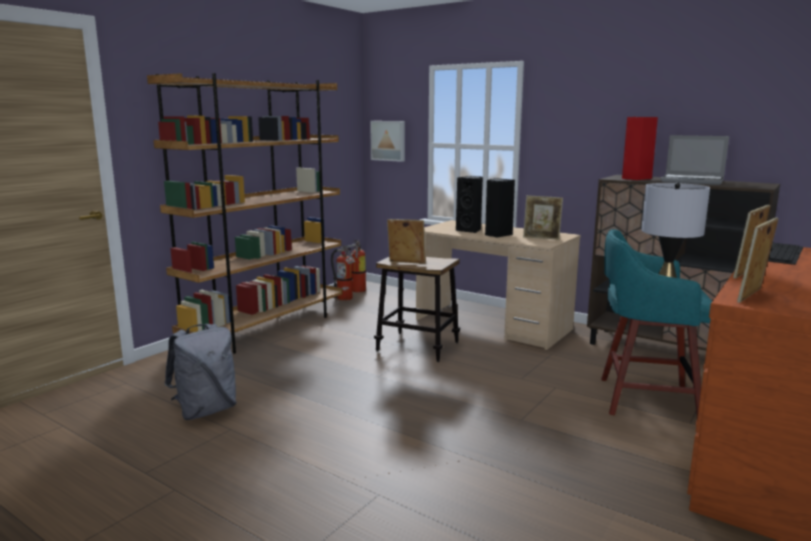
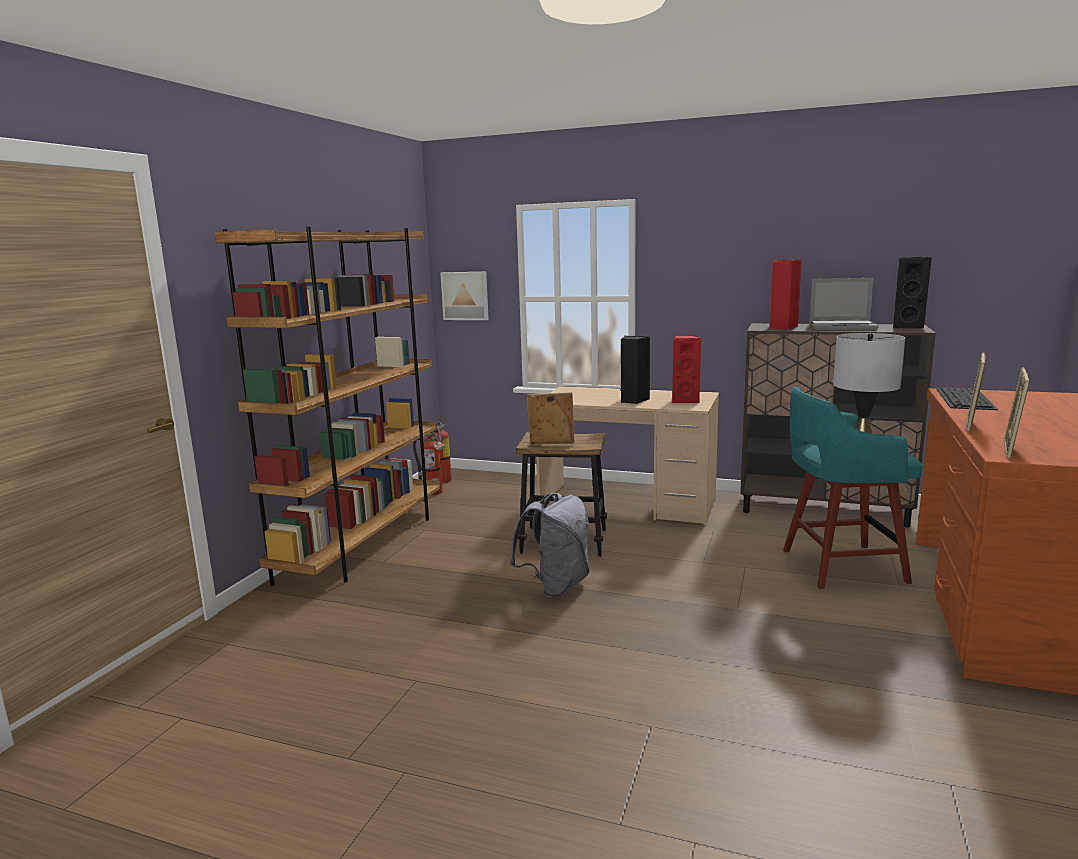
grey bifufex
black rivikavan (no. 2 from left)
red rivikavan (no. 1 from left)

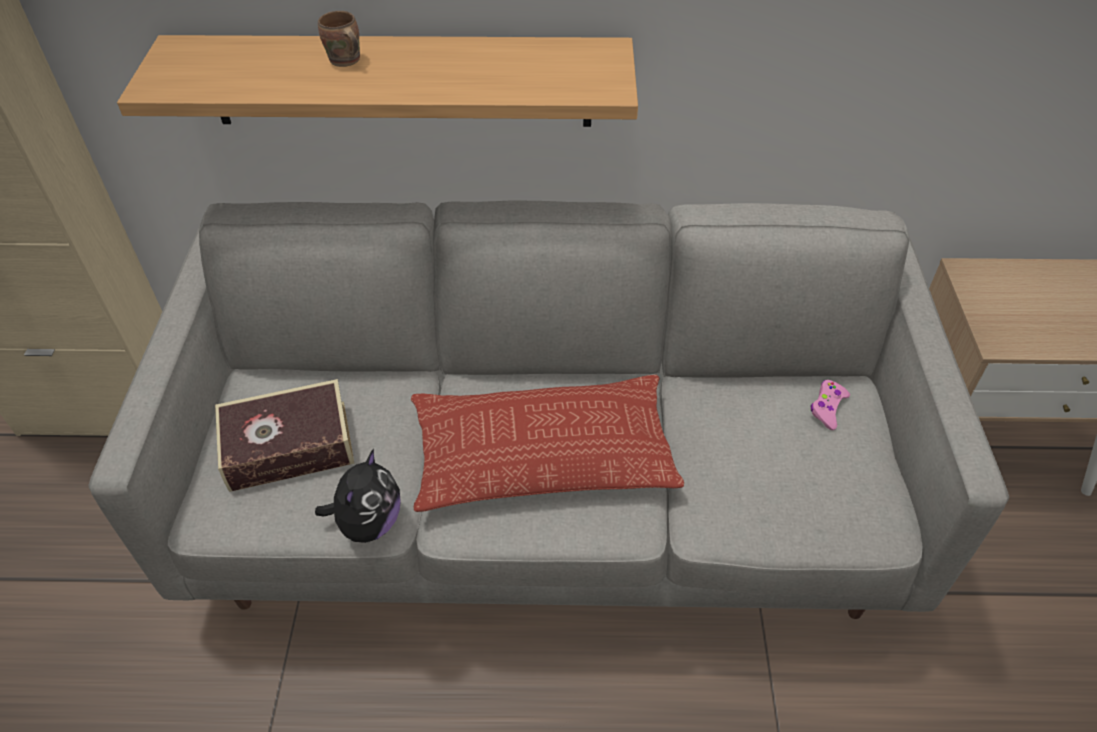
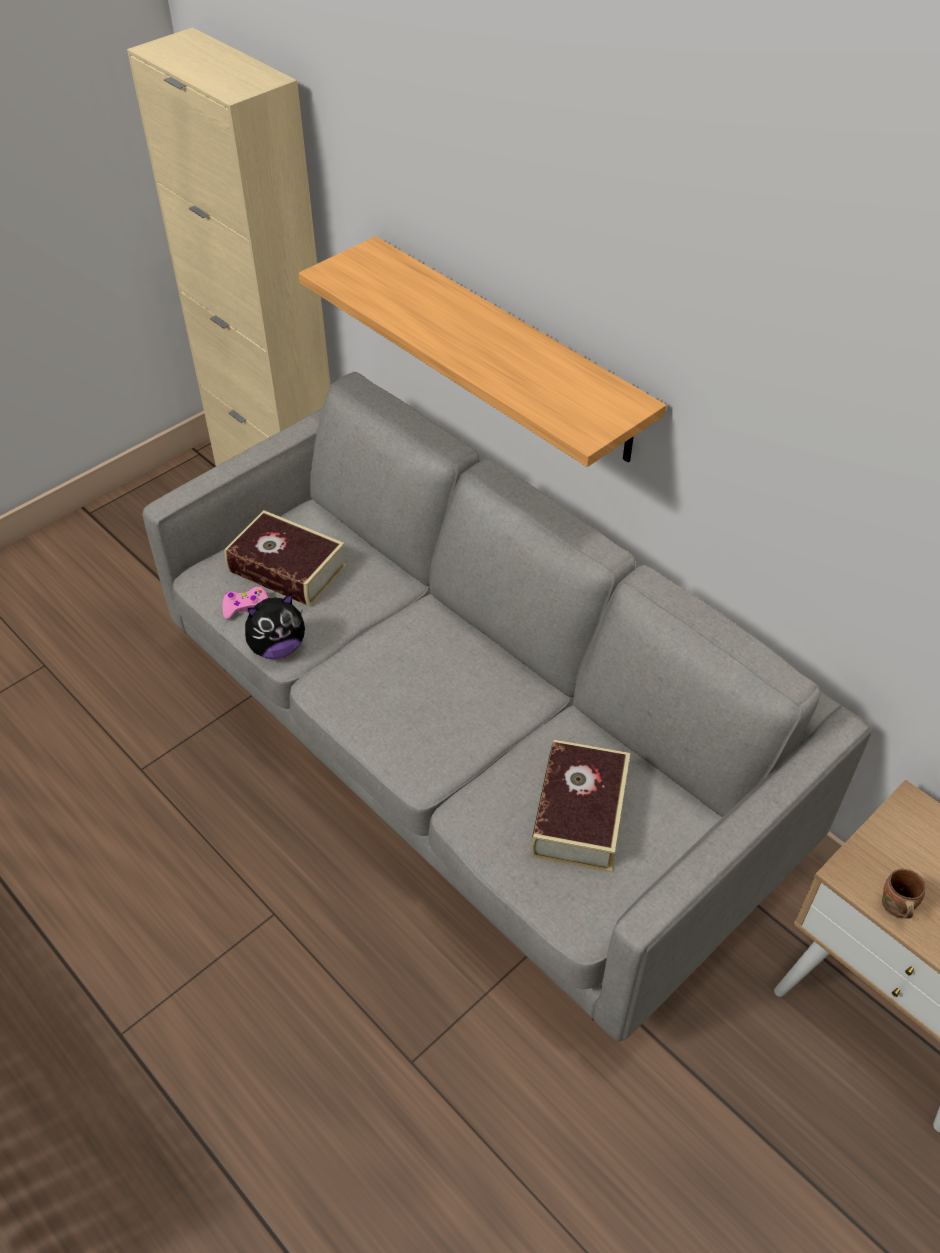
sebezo
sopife (no. 2 from left)
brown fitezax
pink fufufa

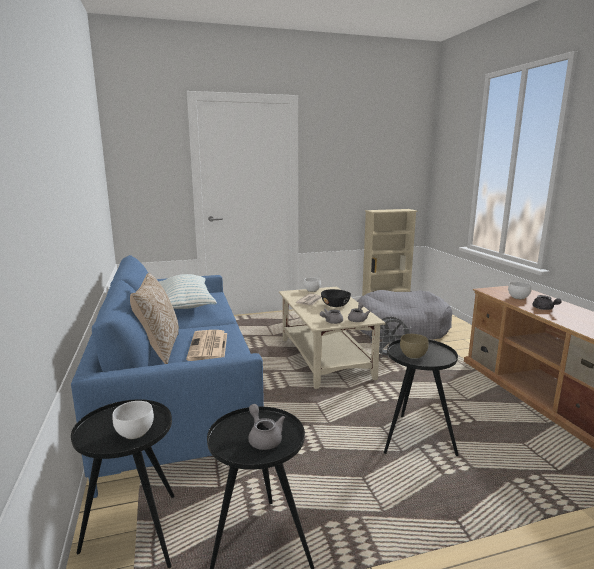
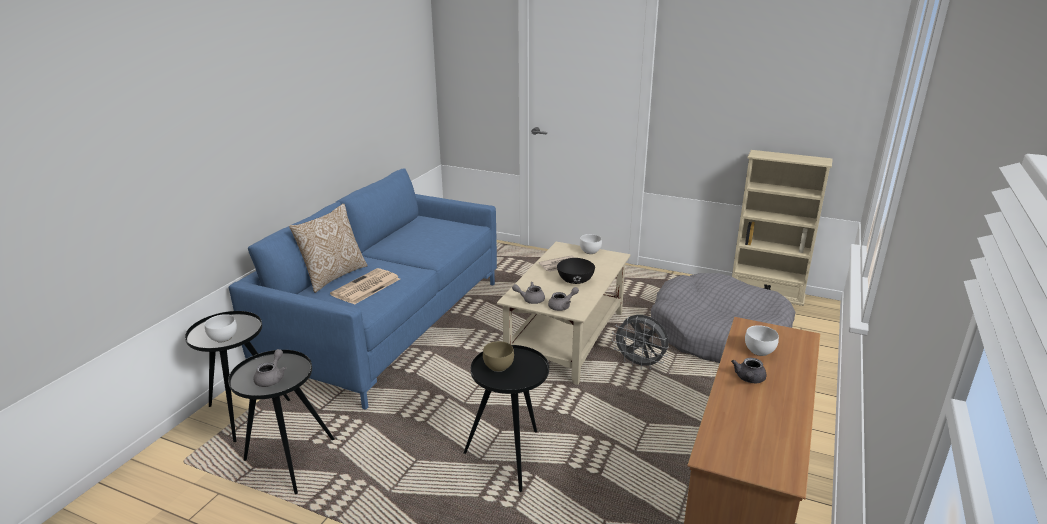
sebezo (no. 2 from left in the first image)

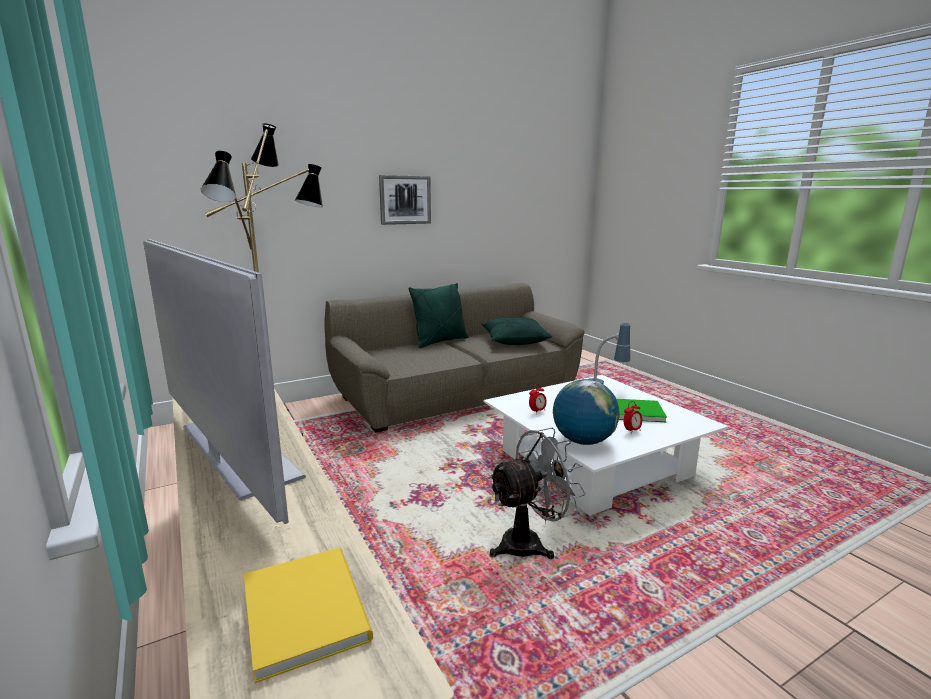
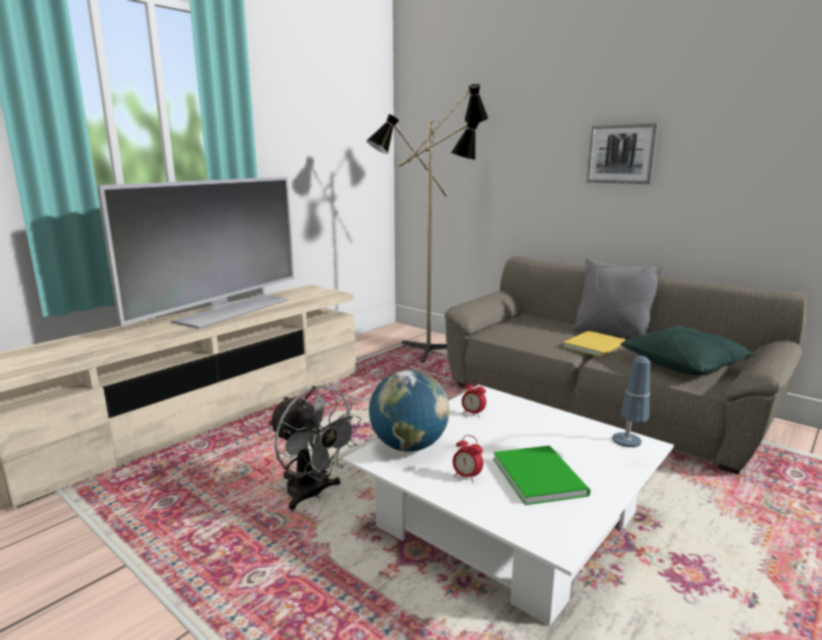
yellow sopife
grey sebezo

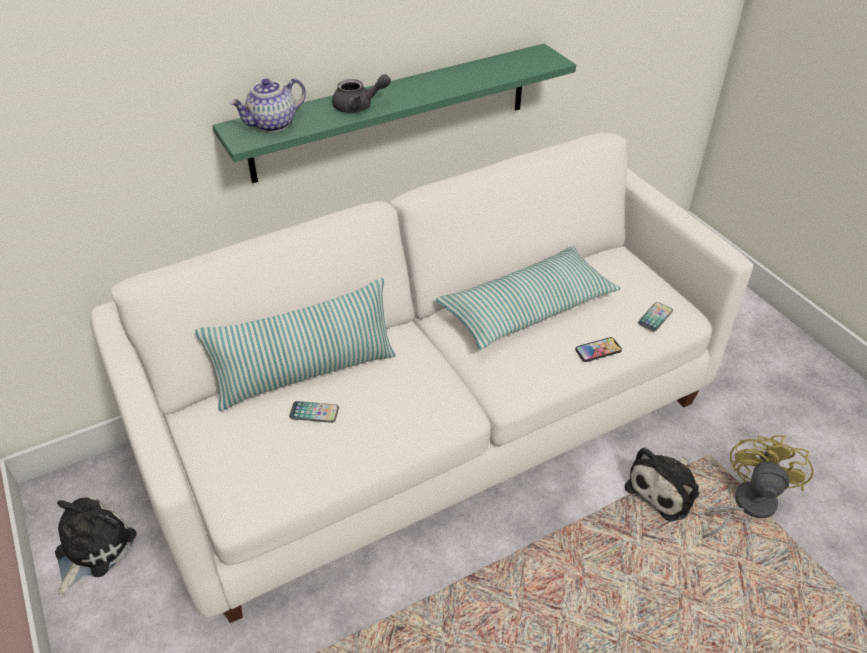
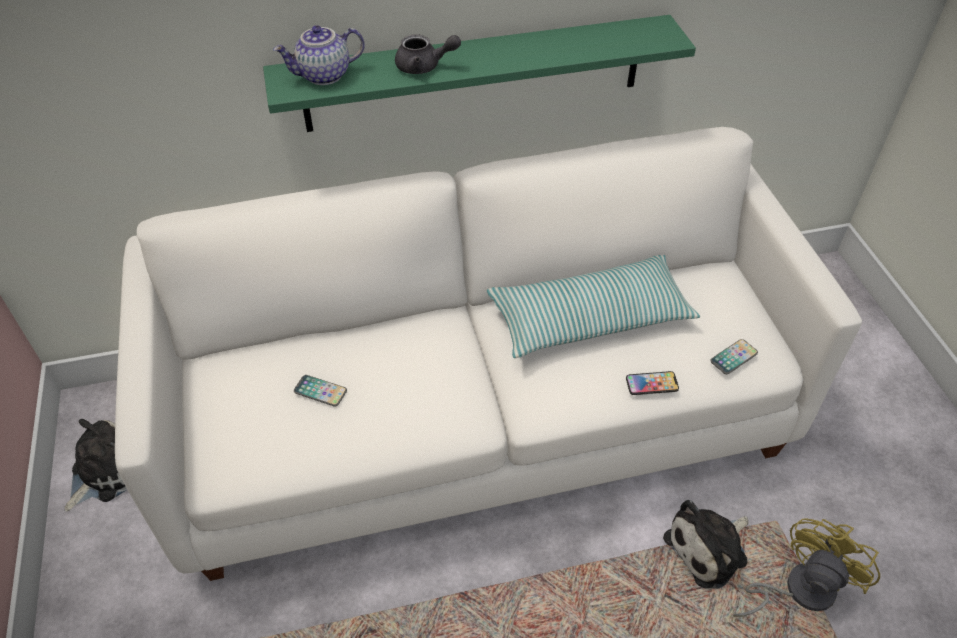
sebezo (no. 1 from left in the first image)

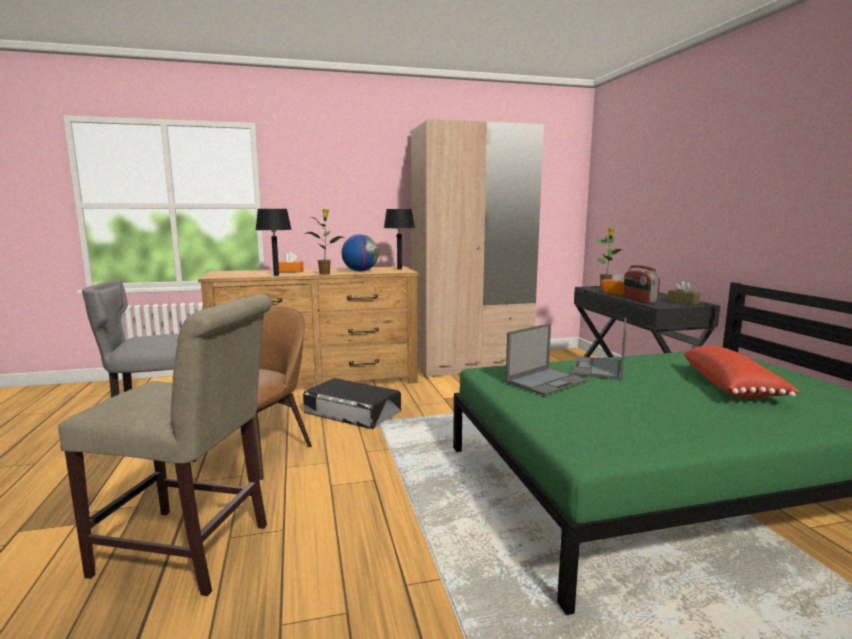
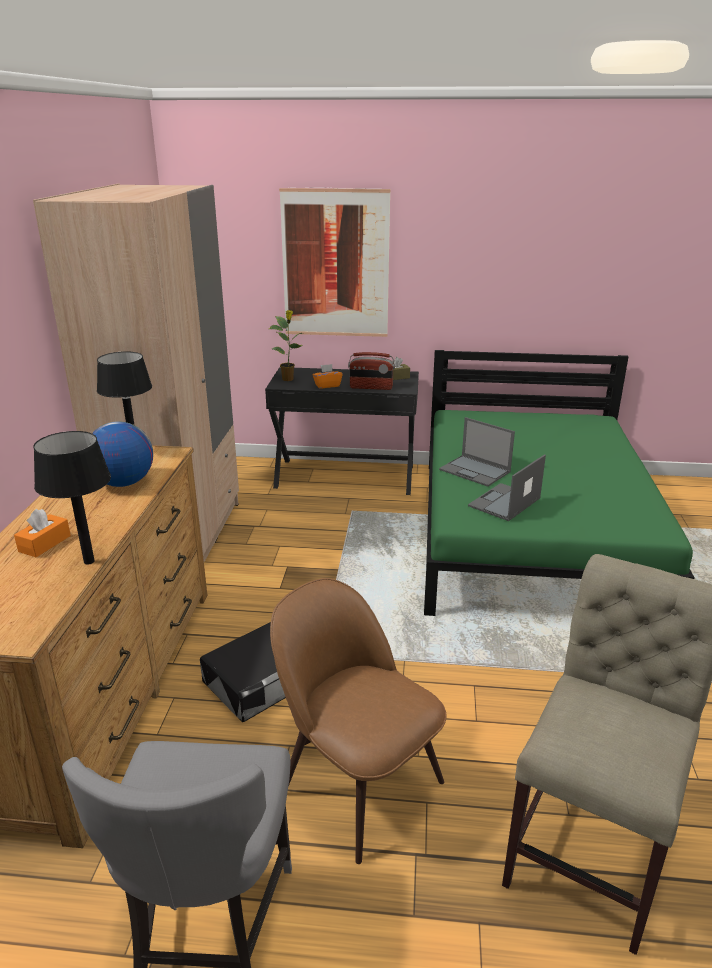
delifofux (no. 1 from left in the first image)
red sebezo
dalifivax
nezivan (no. 2 from left)

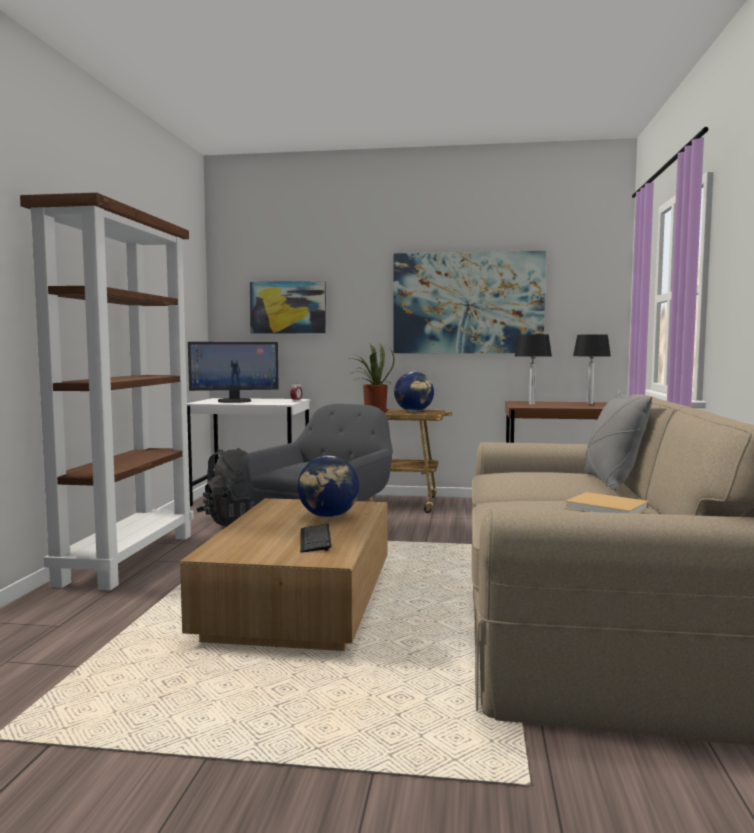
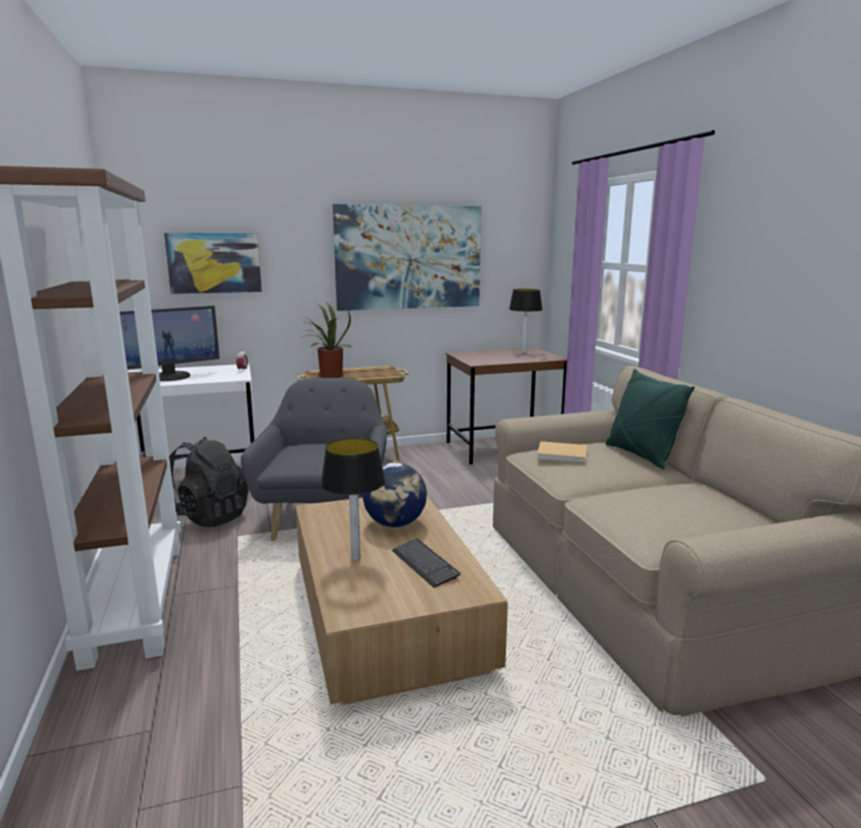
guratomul (no. 2 from left in the first image)
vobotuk (no. 1 from left)
beige sopife
green sebezo

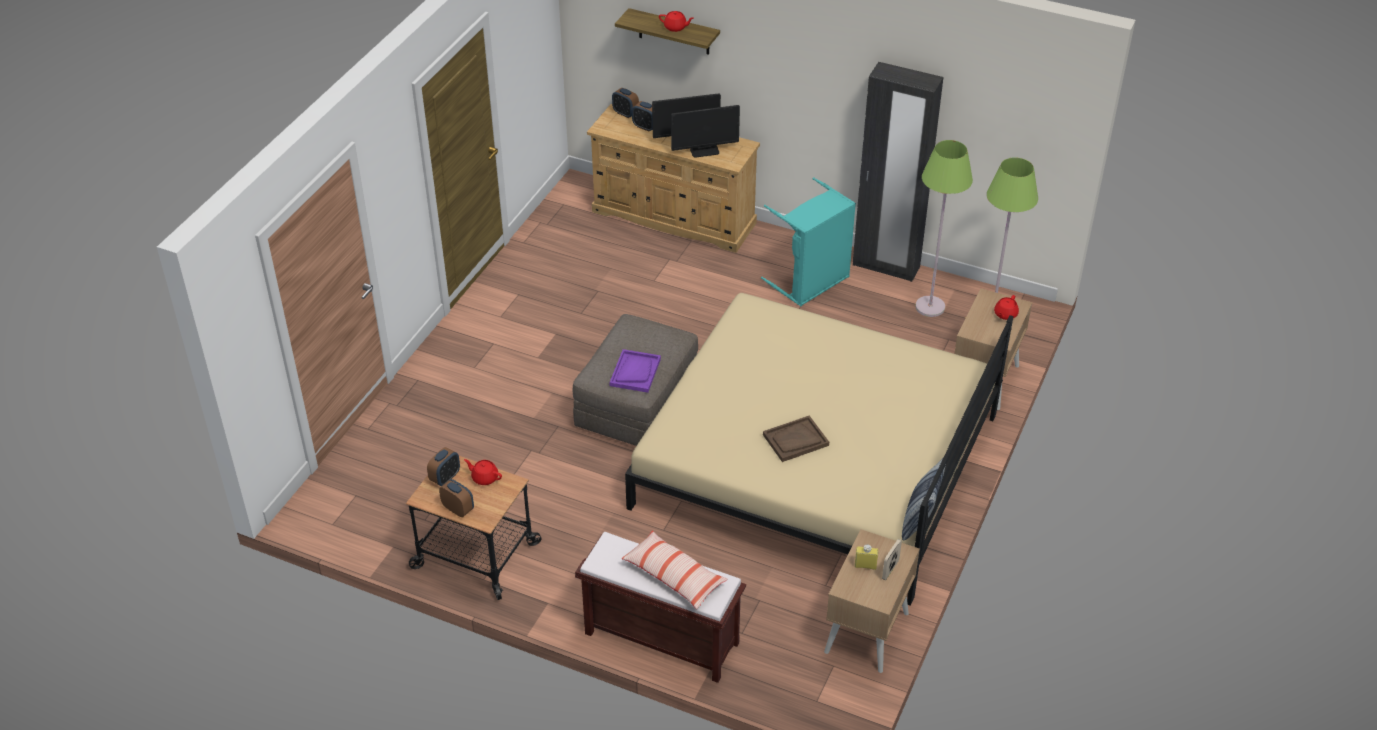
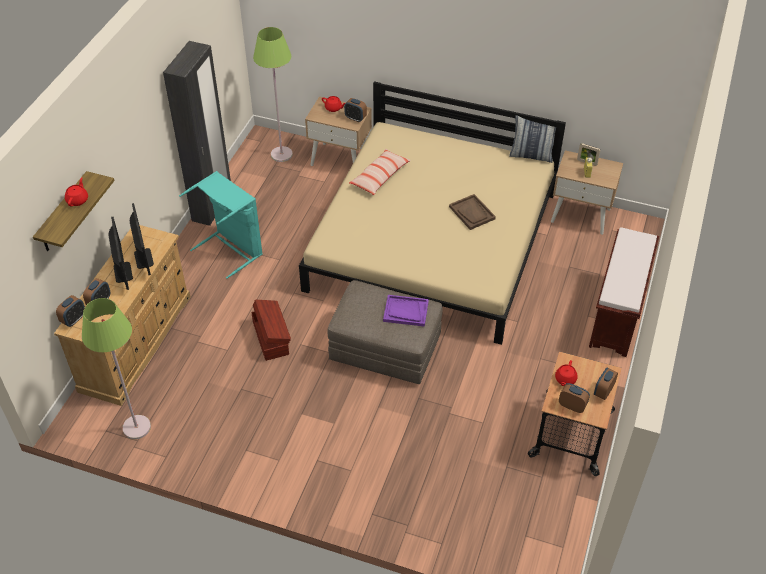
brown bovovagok
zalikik (no. 3 from left)
sebezo (no. 1 from left)
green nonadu (no. 1 from left)

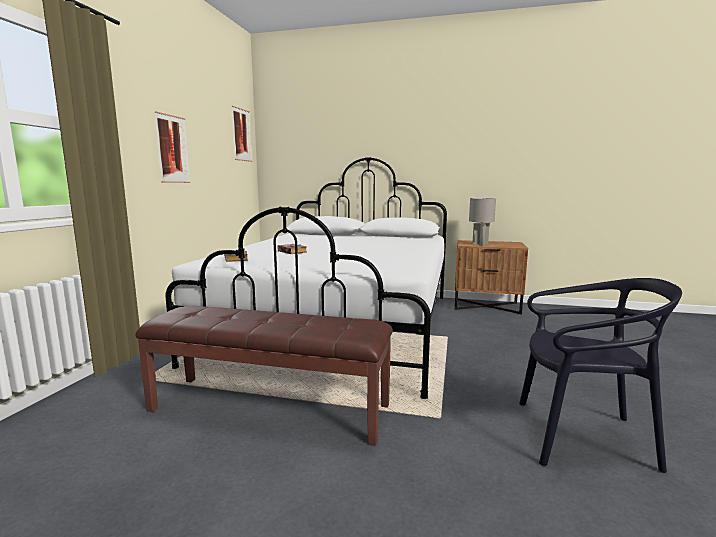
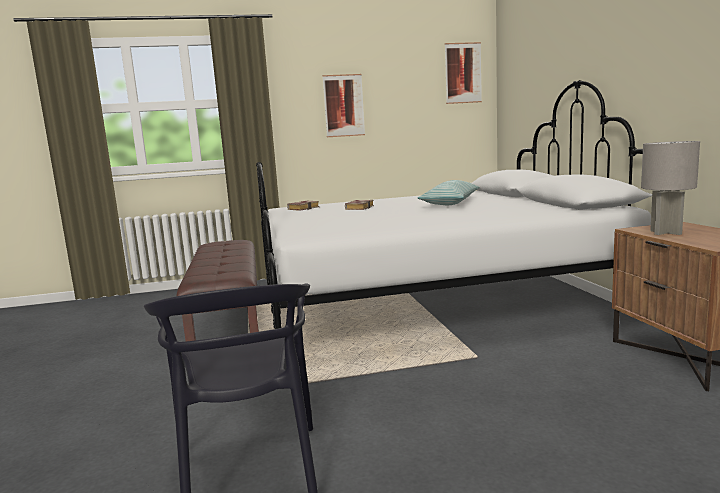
sebezo

